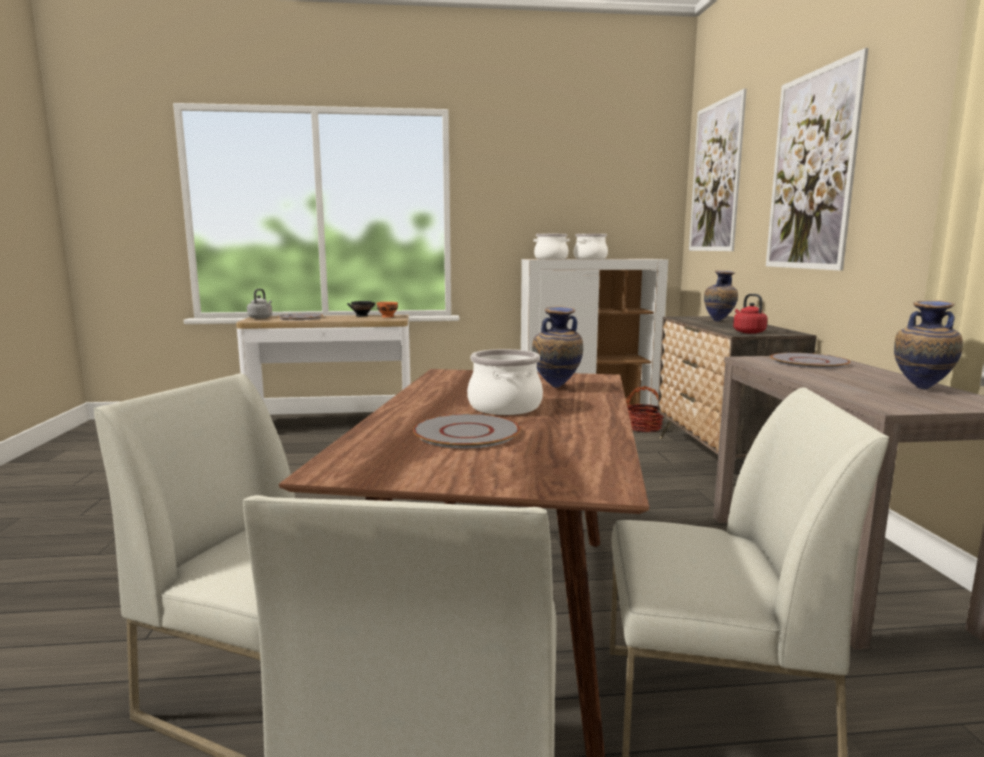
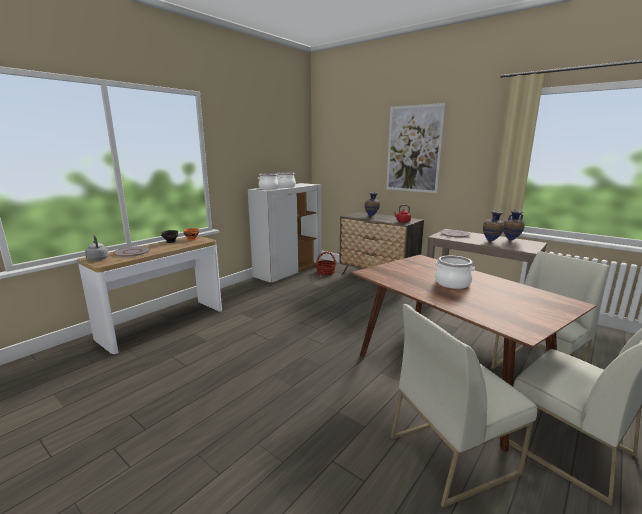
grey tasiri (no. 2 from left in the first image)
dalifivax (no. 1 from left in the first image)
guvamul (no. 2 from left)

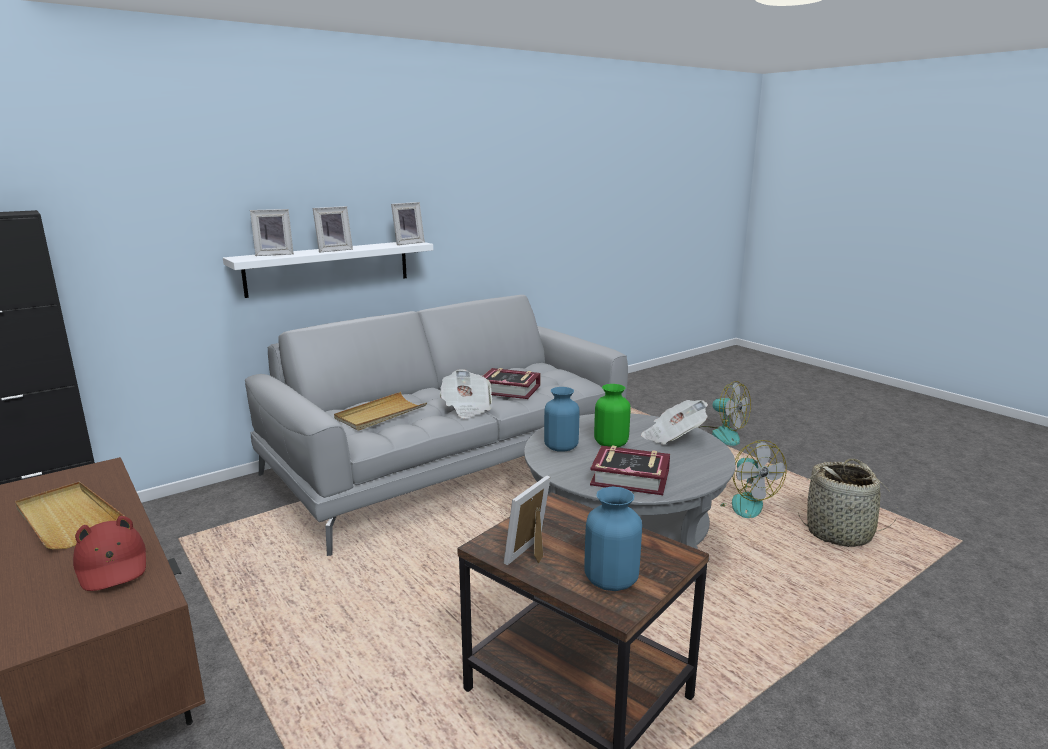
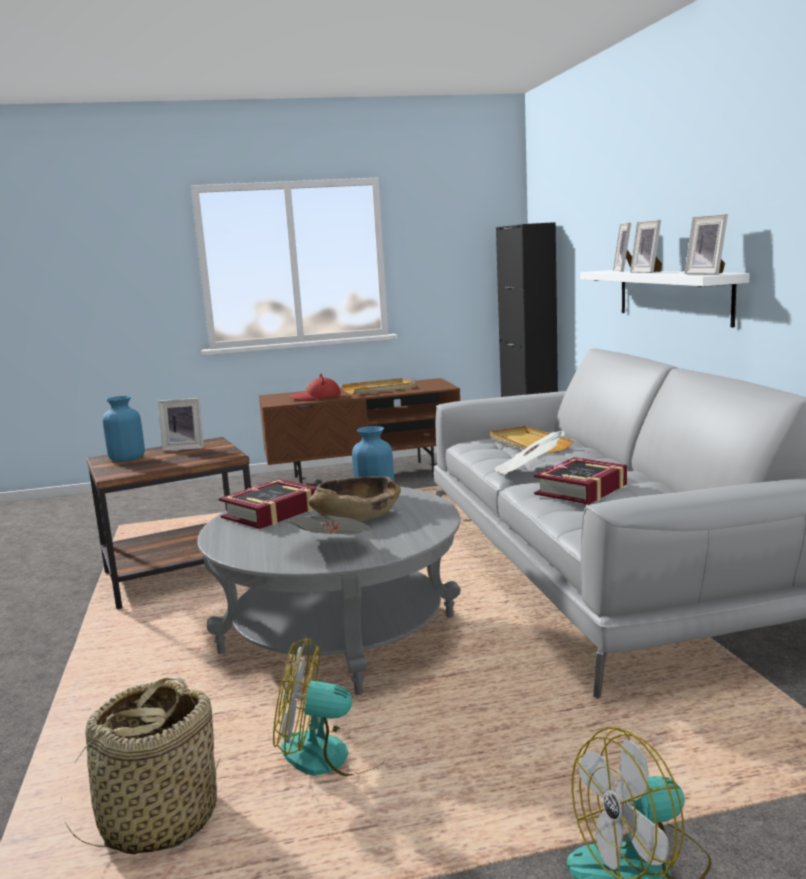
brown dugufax
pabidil (no. 1 from left)

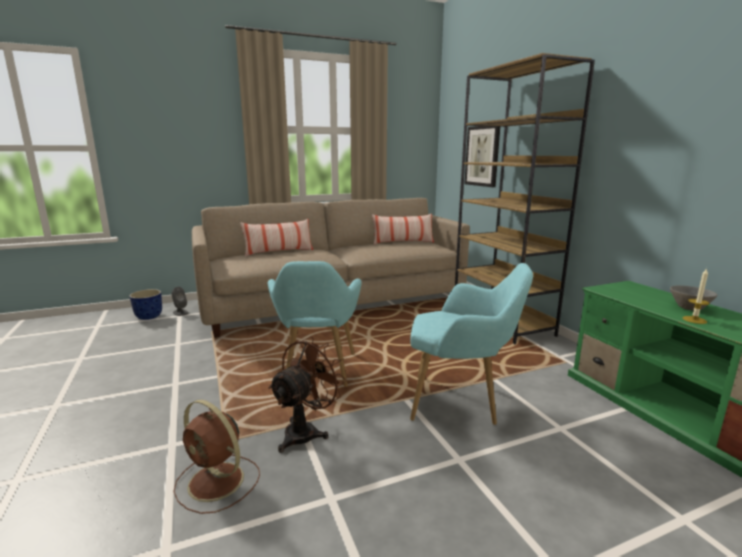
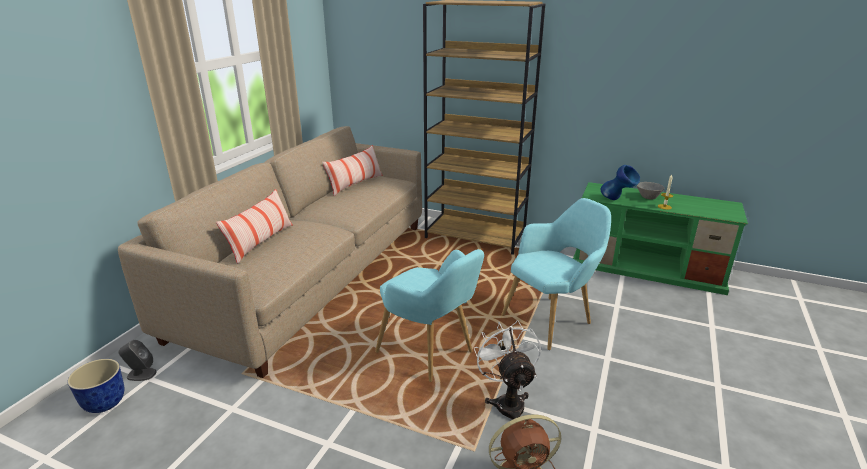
dalifivax
blue guvamul
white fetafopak

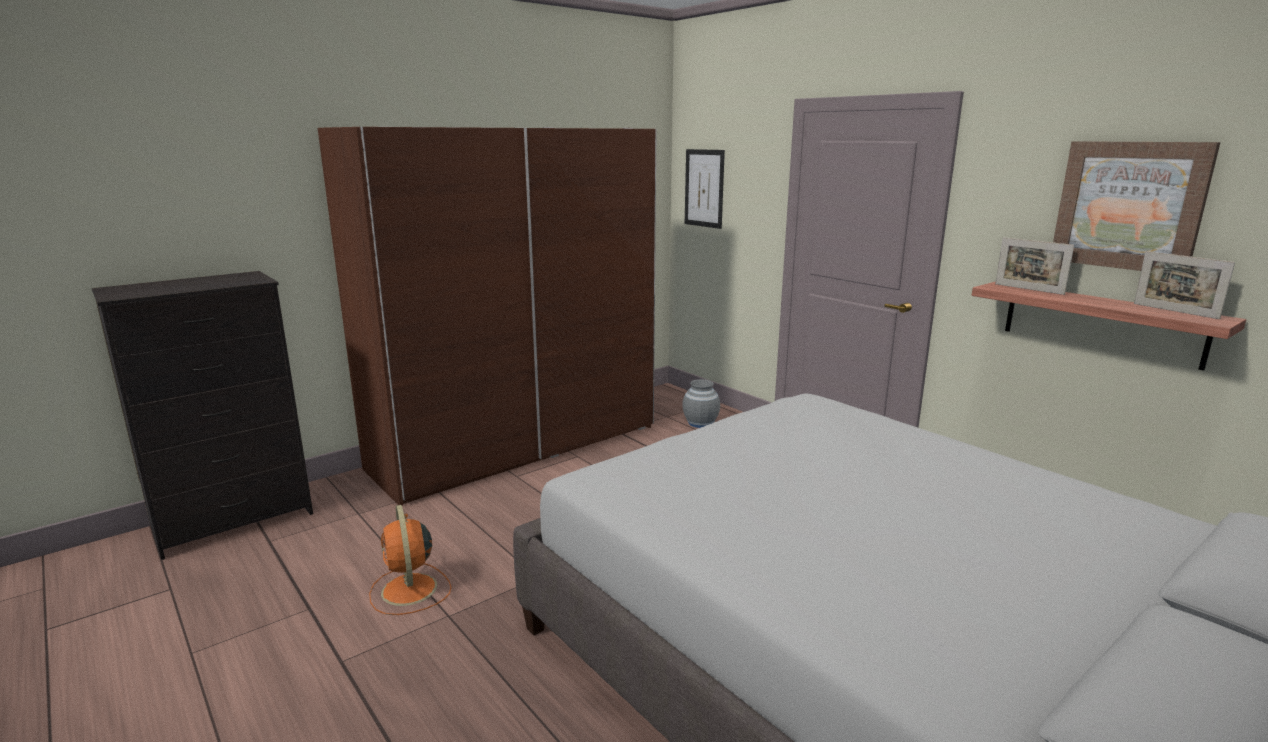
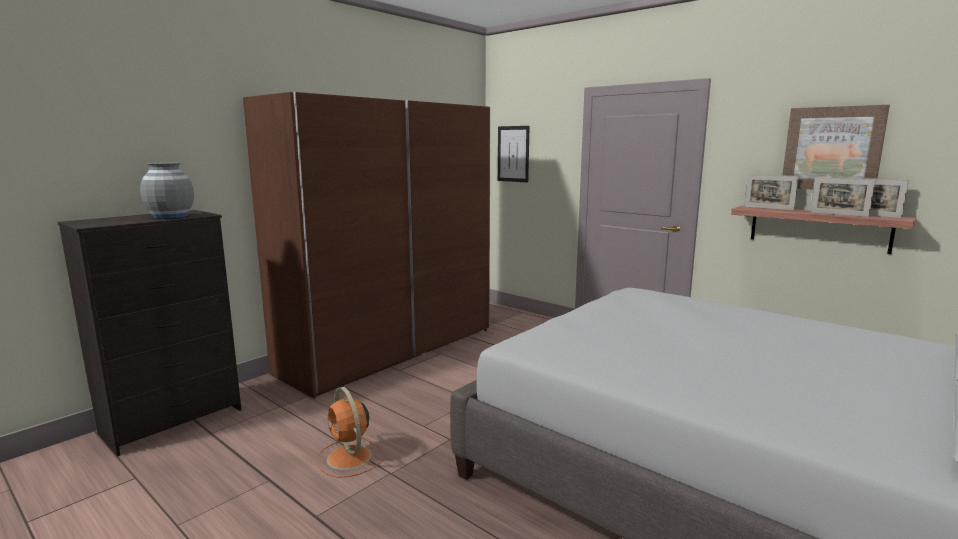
pabidil (no. 2 from left)
grey guvamul

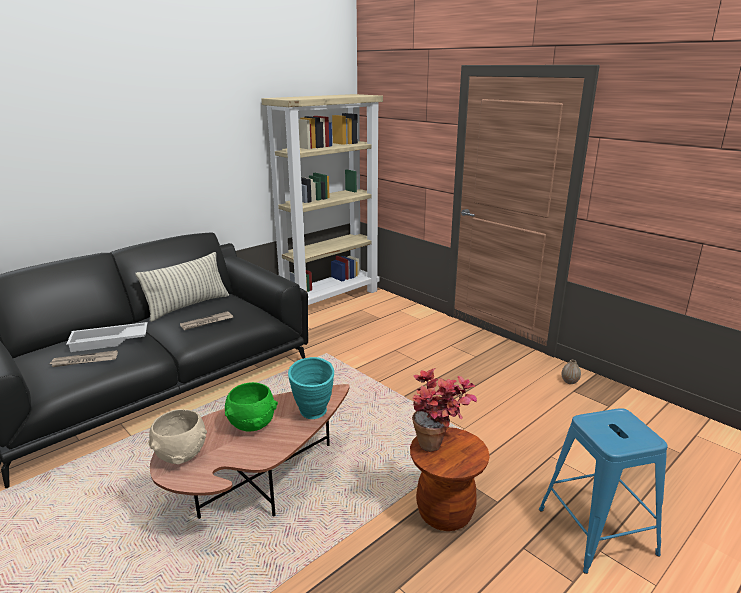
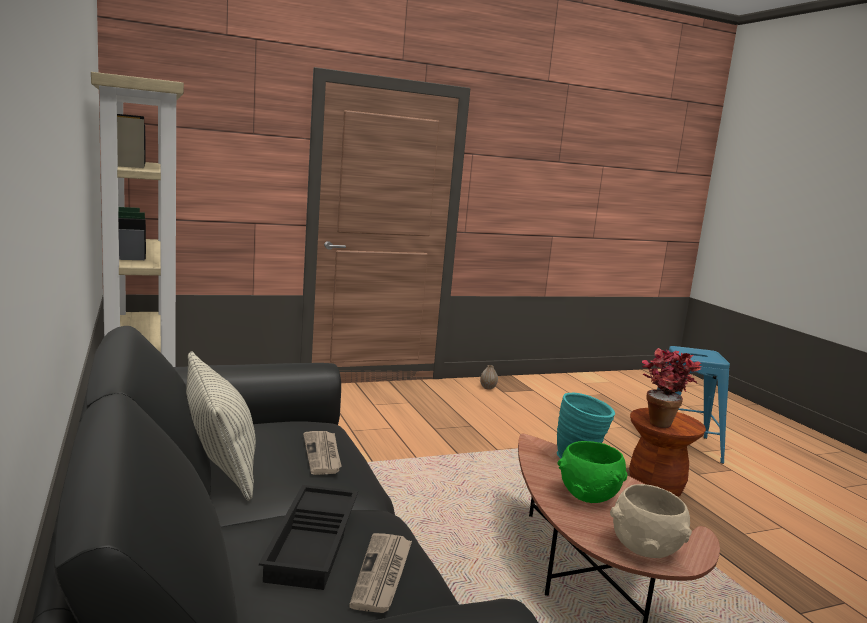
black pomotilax

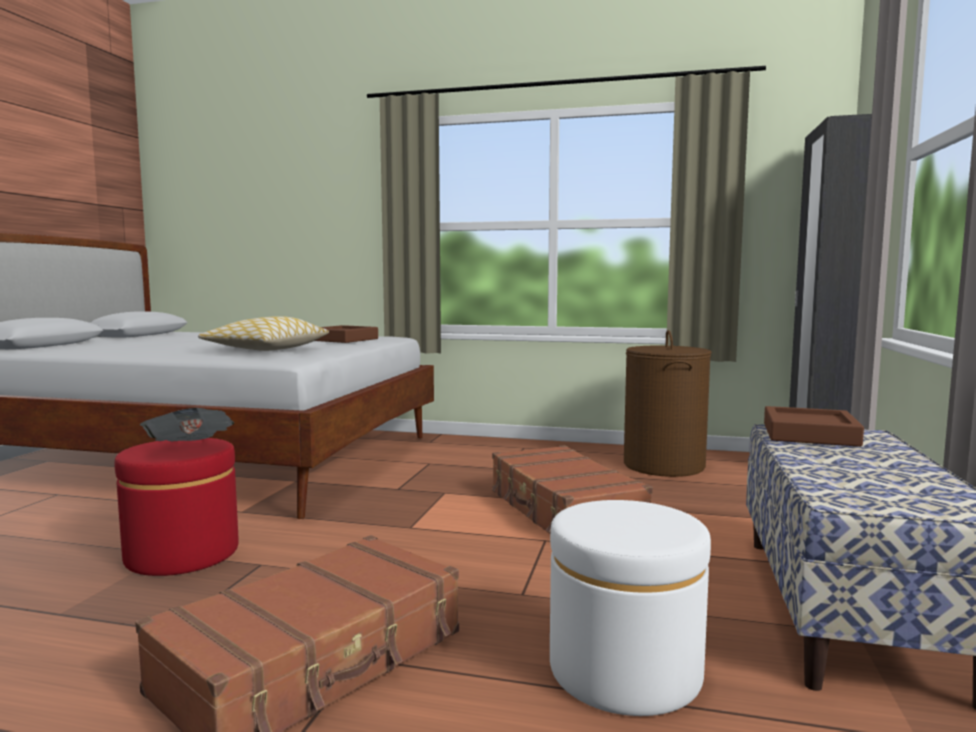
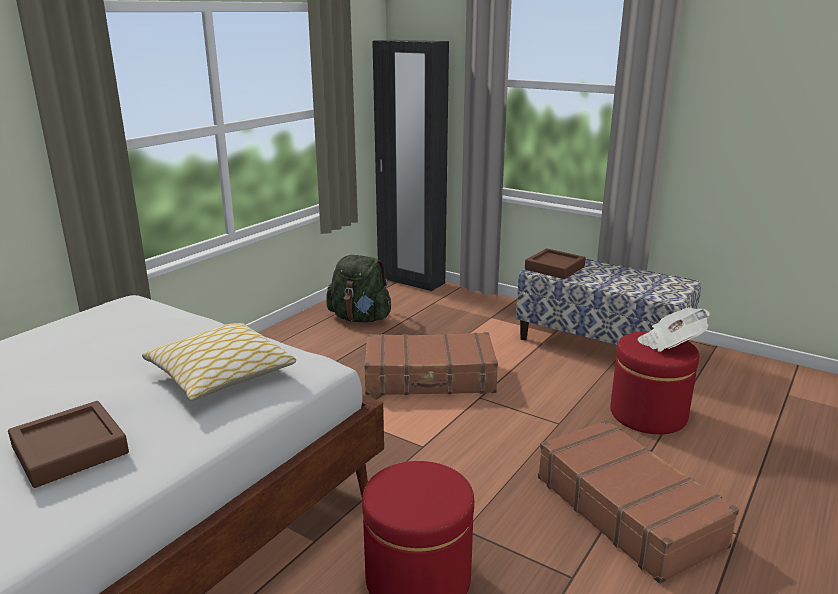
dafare
brown pomotilax (no. 1 from left)
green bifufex
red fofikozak (no. 2 from left)

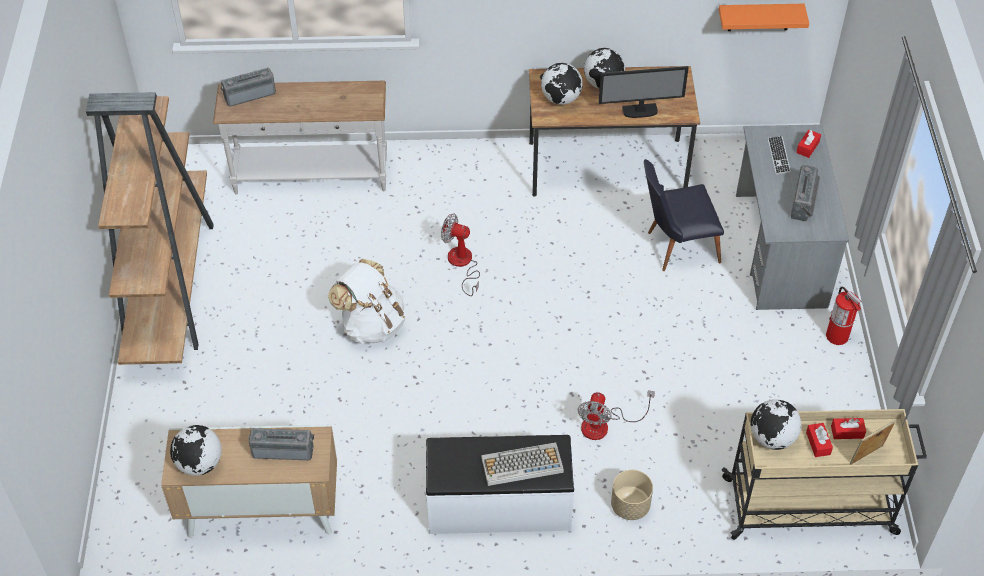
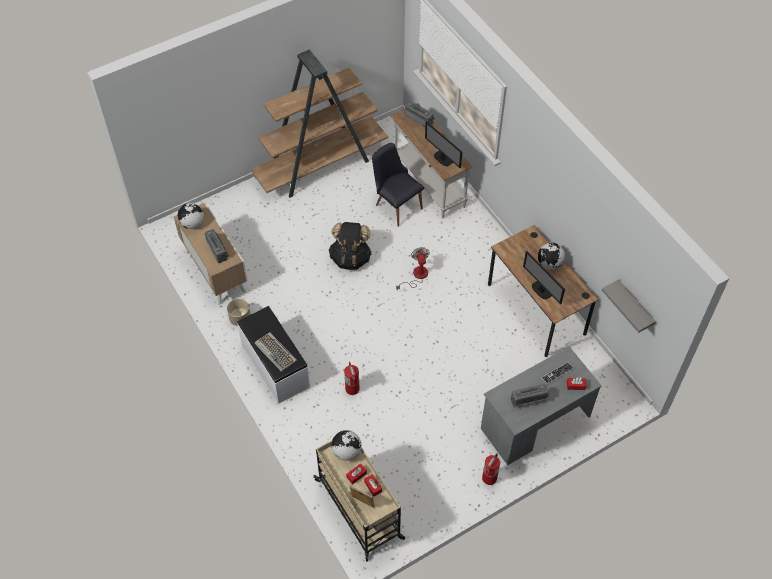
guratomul (no. 2 from left in the first image)
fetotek (no. 1 from left)
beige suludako
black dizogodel
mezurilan (no. 1 from left)
black bifufex
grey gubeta

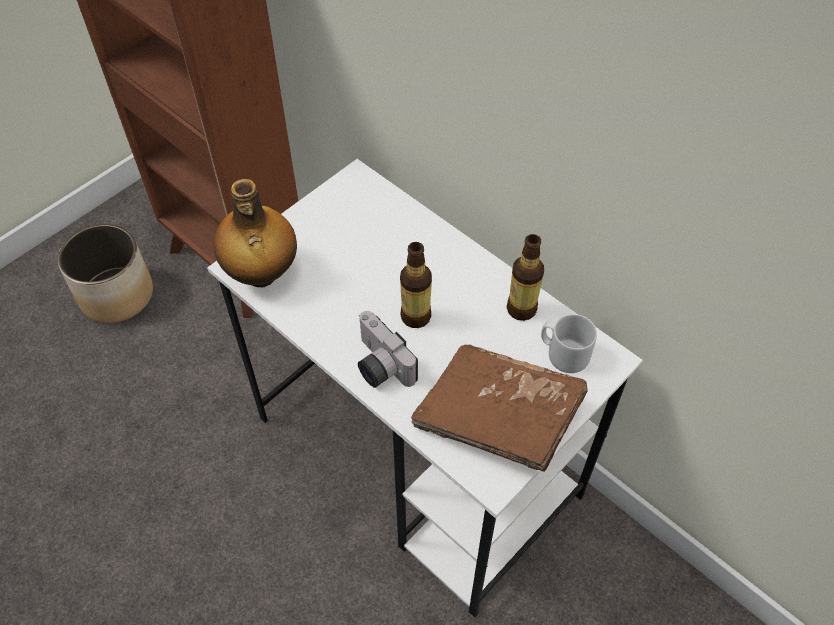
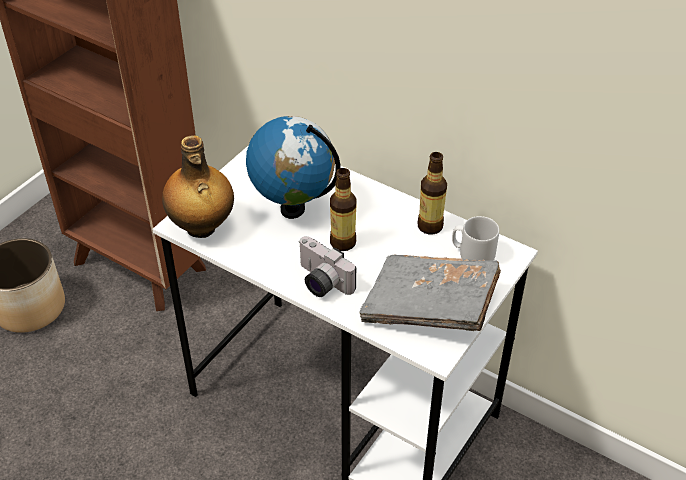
guratomul
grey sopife

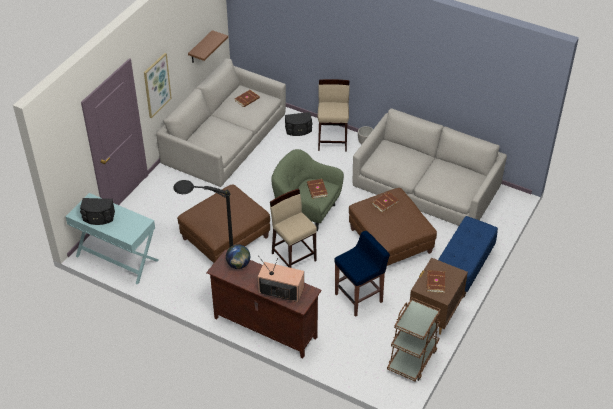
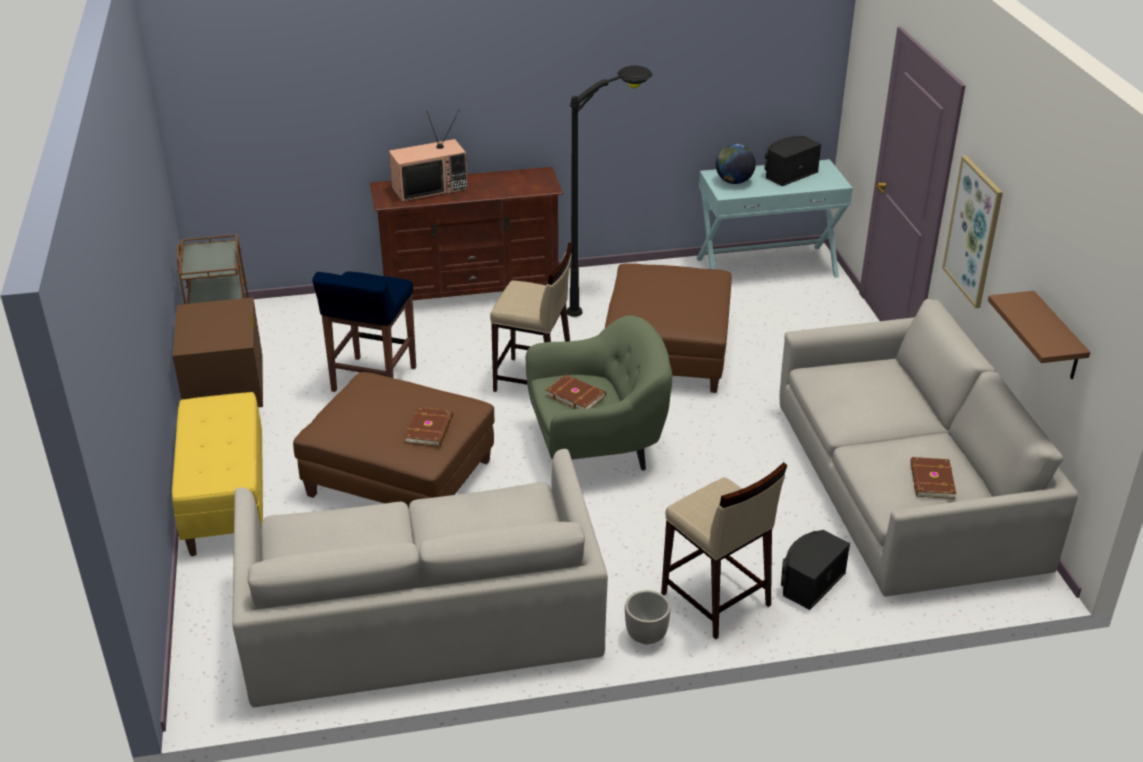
brown sopife (no. 4 from left in the first image)
guratomul
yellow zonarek

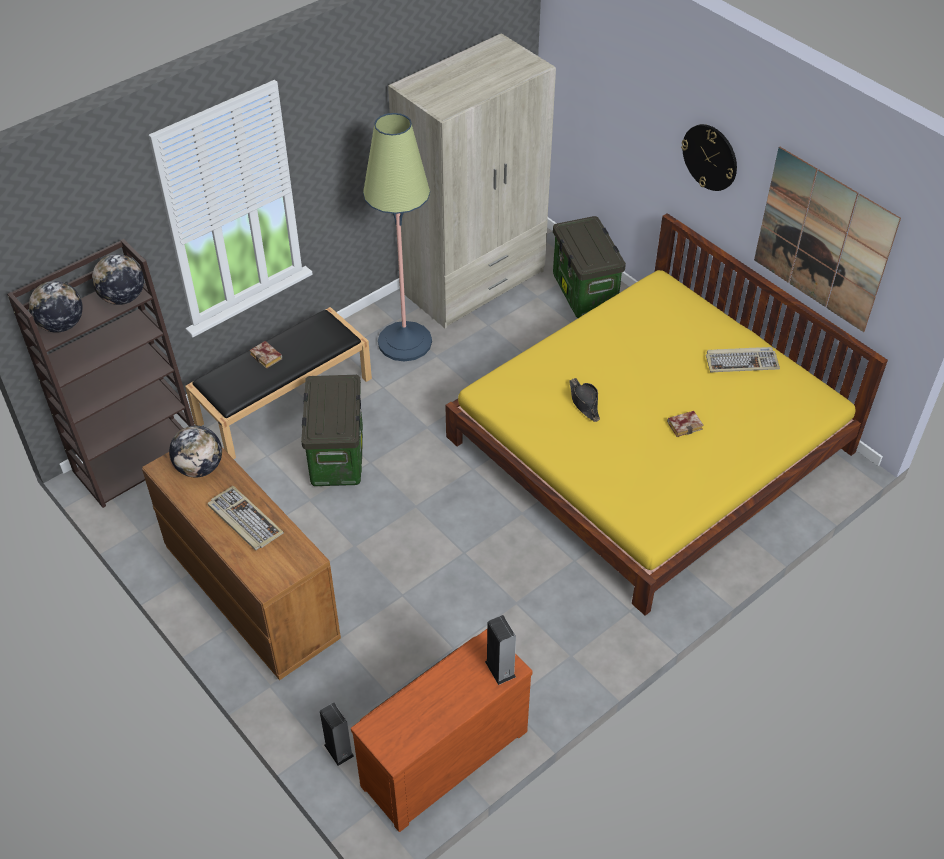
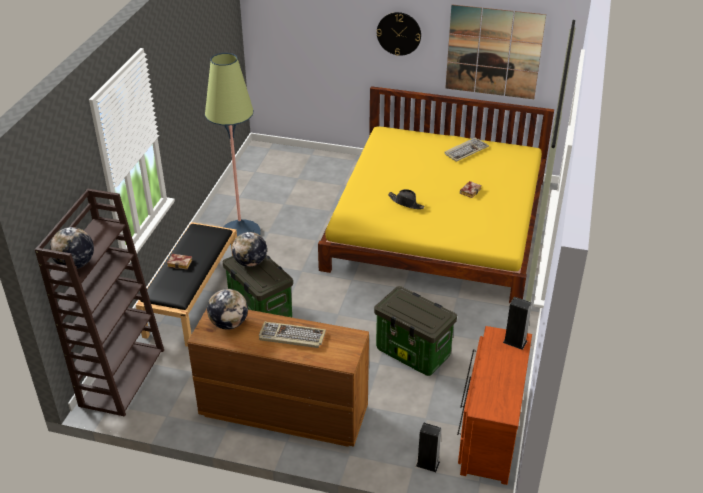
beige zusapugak
guratomul (no. 3 from left)
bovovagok (no. 2 from left)

